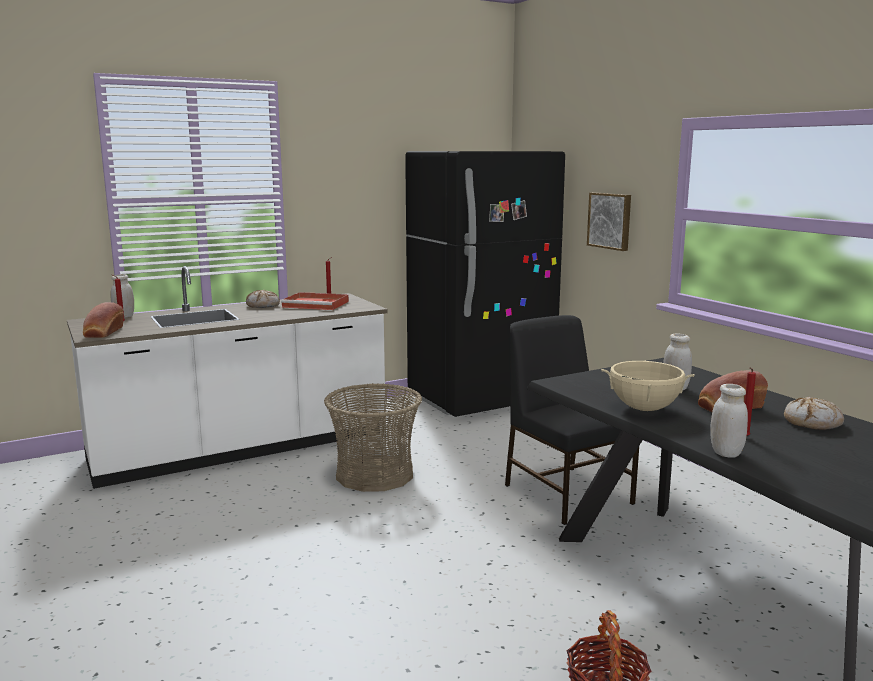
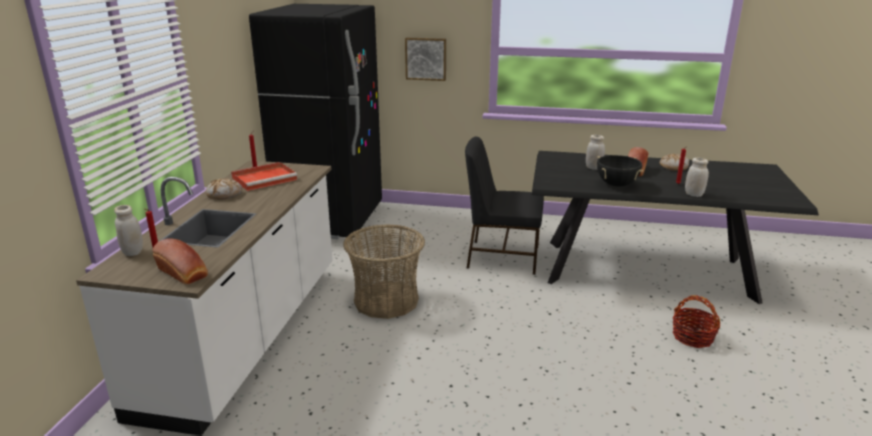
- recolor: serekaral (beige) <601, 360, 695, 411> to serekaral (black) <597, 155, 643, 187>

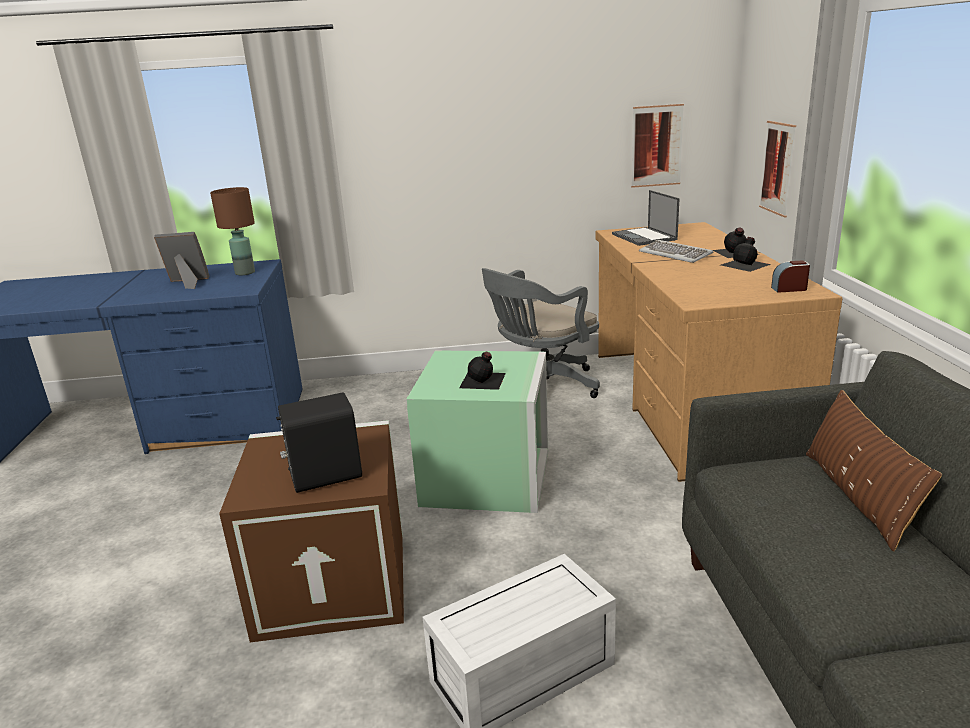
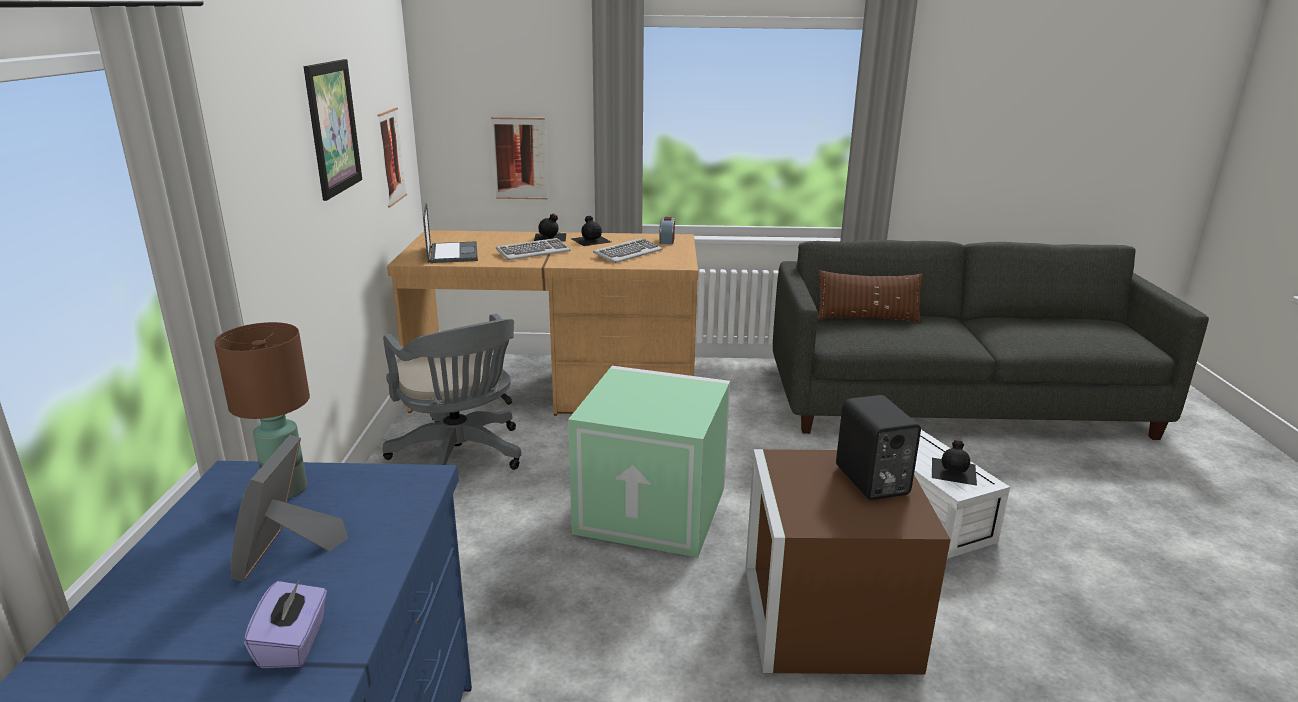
- rotate: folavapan <612, 190, 680, 246> = <423, 203, 478, 263> 90 degrees counterclockwise
- move: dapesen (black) <459, 352, 506, 390> to <932, 440, 977, 486>
- insert: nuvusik <304, 59, 362, 201>
- insert: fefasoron <593, 238, 663, 263>
- insert: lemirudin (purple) <244, 579, 327, 668>

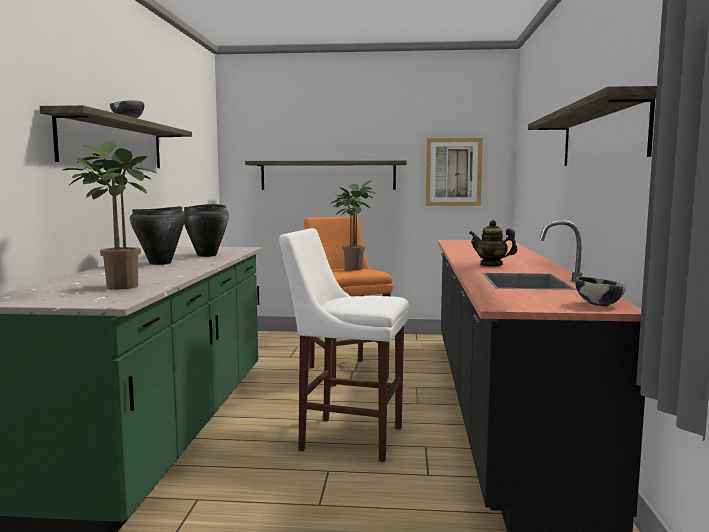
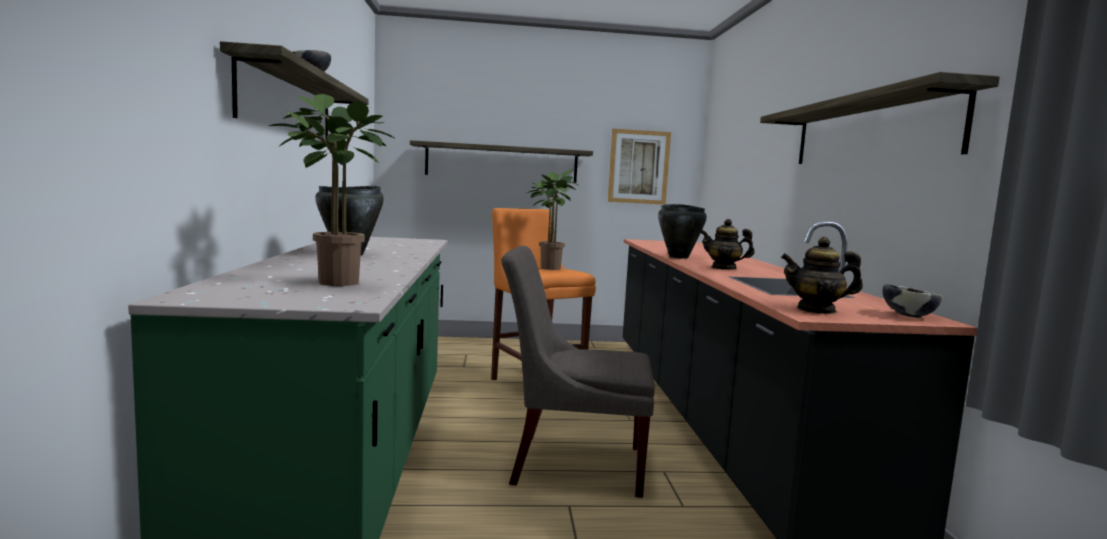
- move: serekaral (black) <184, 204, 229, 257> to <658, 204, 707, 259>
- replace: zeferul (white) <279, 228, 409, 462> to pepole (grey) <501, 246, 655, 498>
- insert: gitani <781, 237, 863, 314>

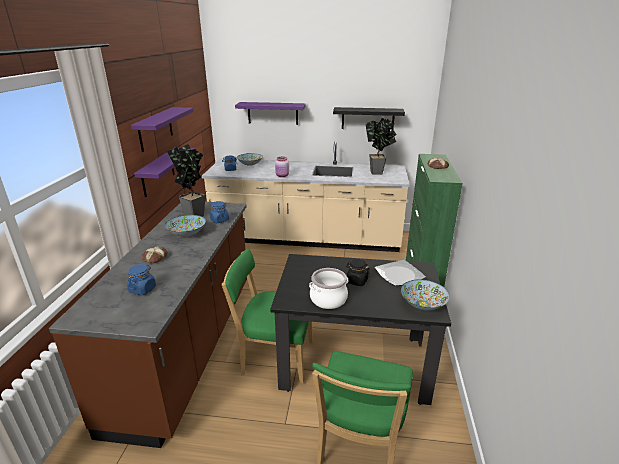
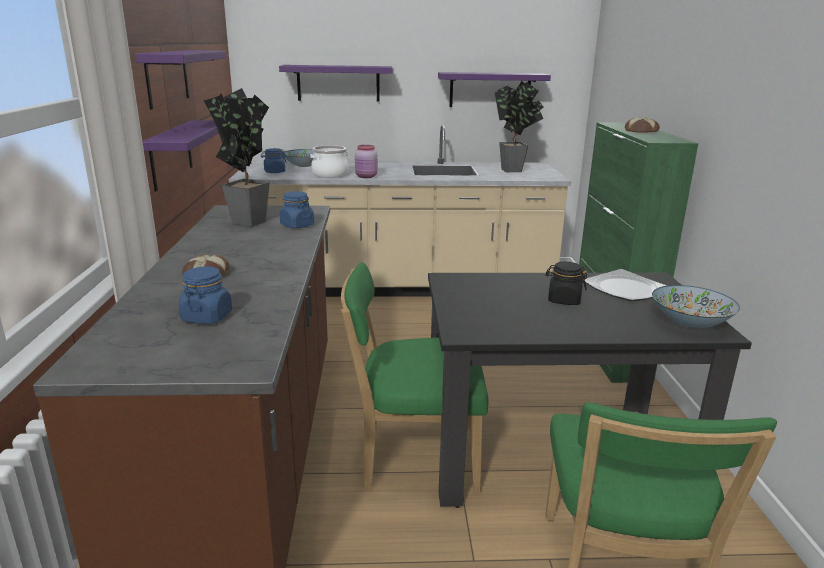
- recolor: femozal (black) <333, 107, 405, 131> to femozal (purple) <438, 72, 551, 107>
- delete: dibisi <165, 215, 206, 237>
- move: serekaral <309, 268, 348, 309> to <310, 145, 349, 178>

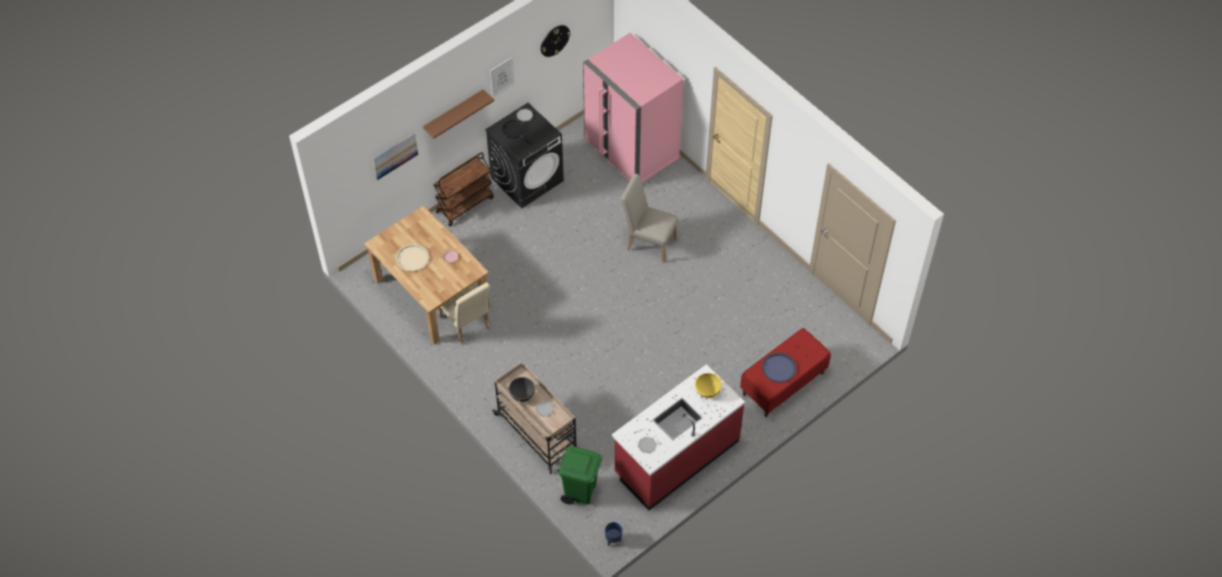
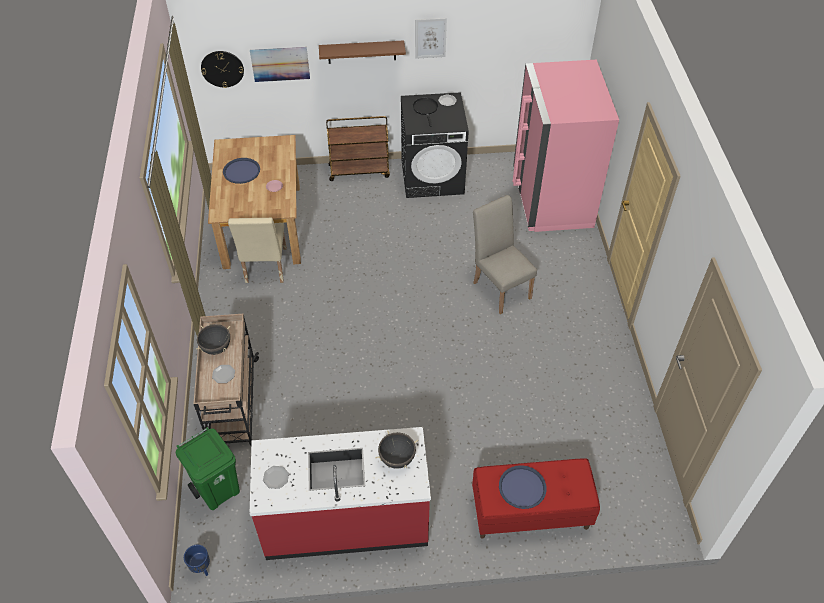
- move: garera <541, 25, 571, 57> to <201, 51, 244, 88>
- recolor: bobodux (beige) <396, 244, 429, 272> to bobodux (blue) <223, 158, 260, 184>
- recolor: serekaral (yellow) <694, 372, 723, 398> to serekaral (black) <375, 430, 418, 469>

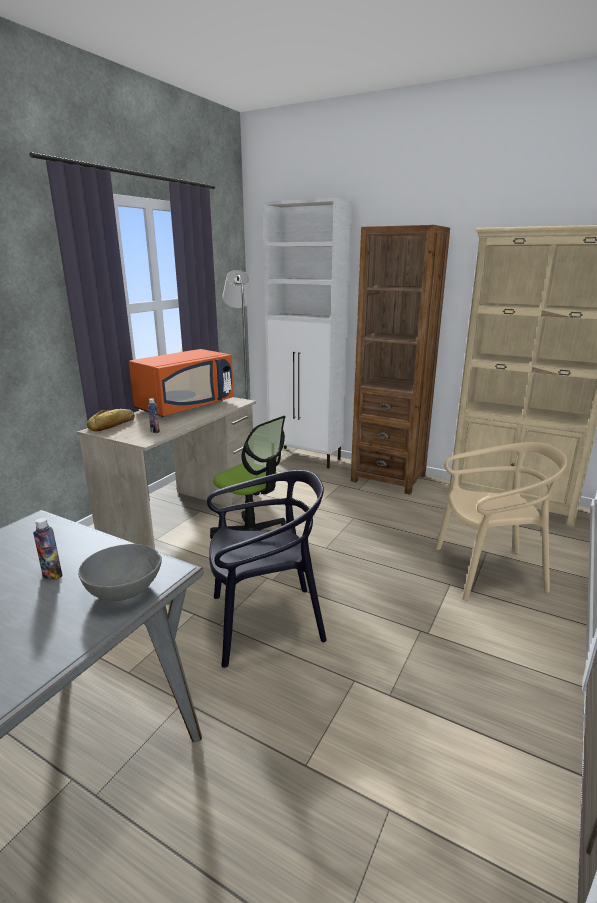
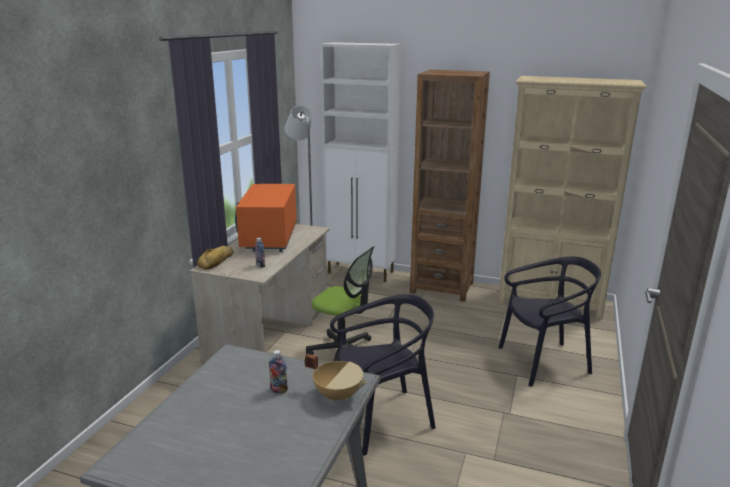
- rotate: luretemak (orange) <129, 349, 234, 417> = <235, 184, 297, 252> 150 degrees clockwise
- recolor: pepole (beige) <435, 442, 567, 600> to pepole (black) <498, 257, 601, 387>
- replace: dibisi (grey) <78, 544, 162, 601> to serekaral (beige) <305, 354, 367, 403>

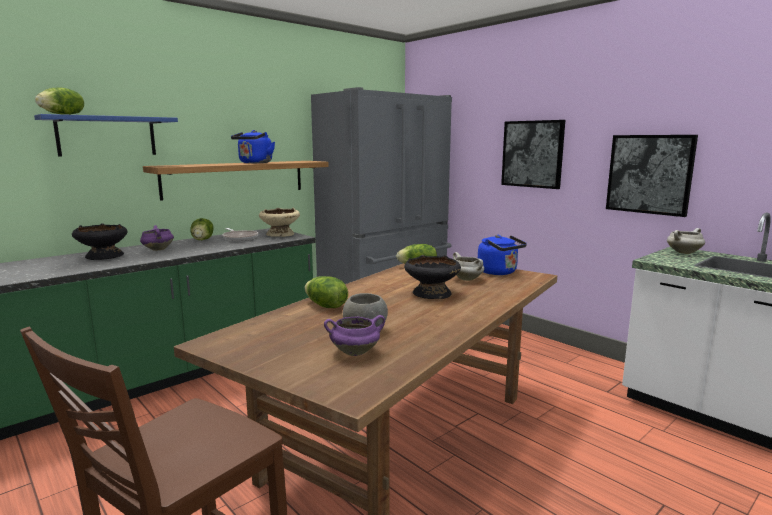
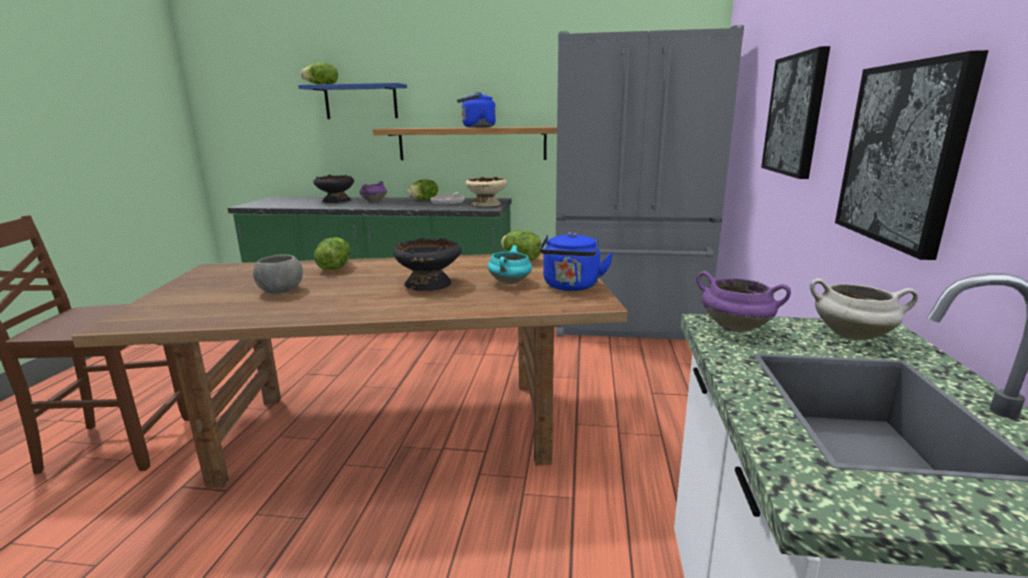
- recolor: serekaral (white) <453, 252, 484, 281> to serekaral (turquoise) <487, 245, 532, 284>
- move: serekaral (purple) <324, 315, 385, 356> to <696, 271, 791, 332>

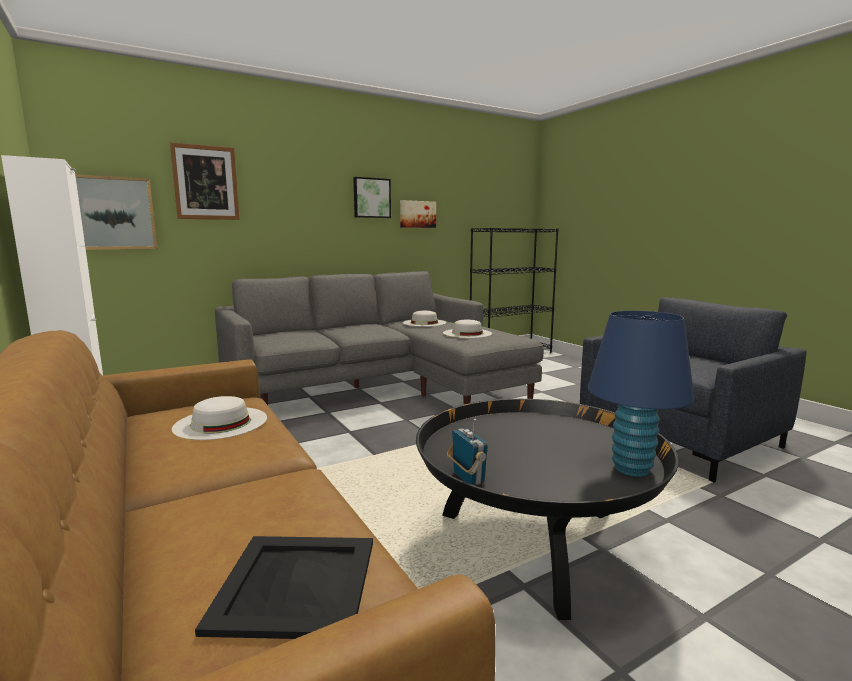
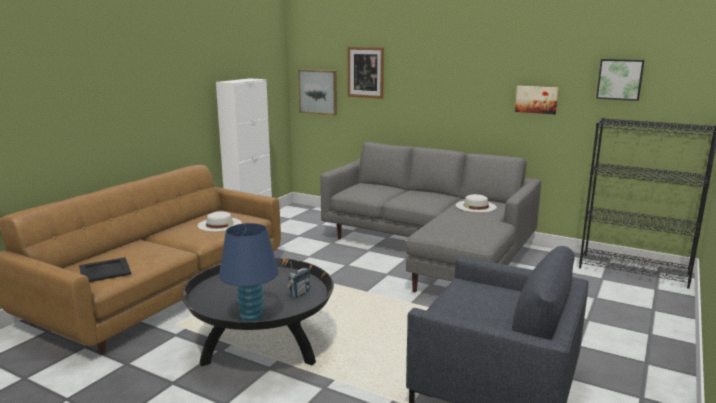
- move: nuvusik <353, 177, 391, 218> to <596, 59, 645, 101>
- delete: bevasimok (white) <443, 319, 492, 338>
- move: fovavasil <447, 419, 488, 485> to <286, 262, 310, 298>

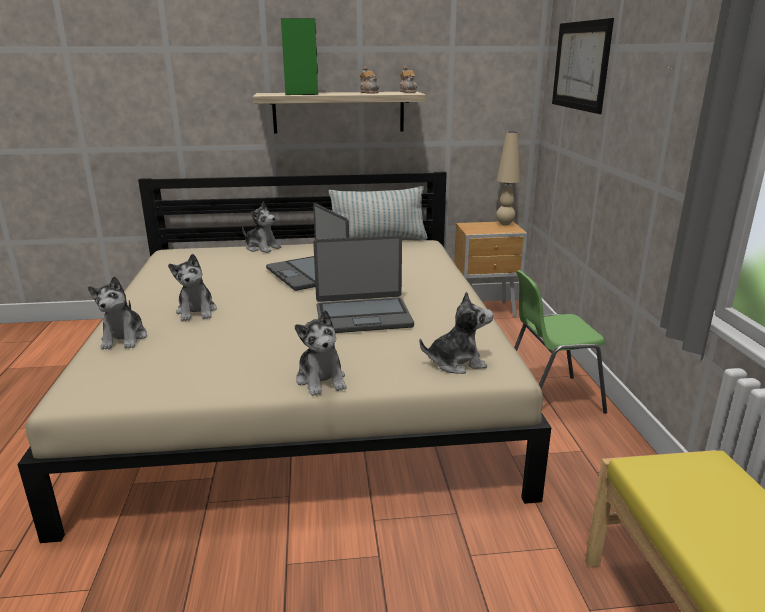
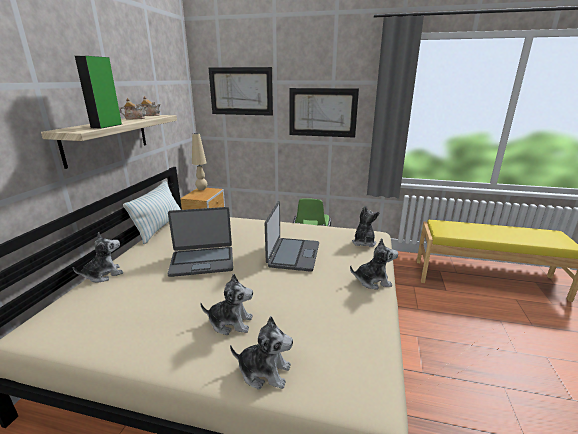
- insert: nuvusik <290, 88, 359, 138>

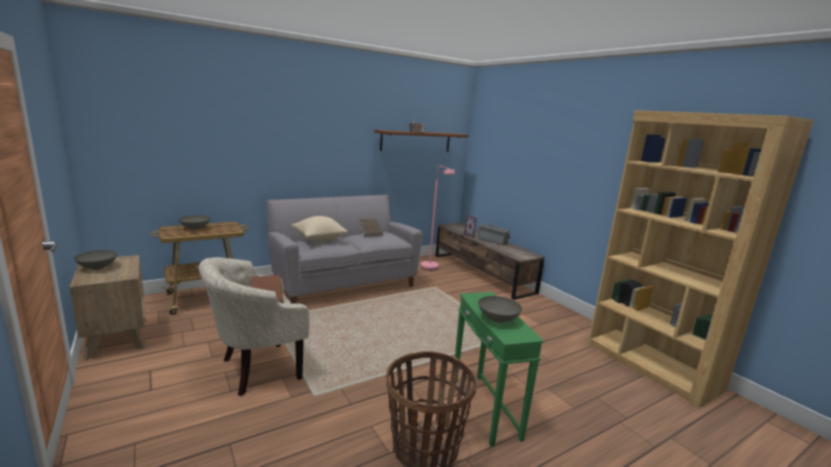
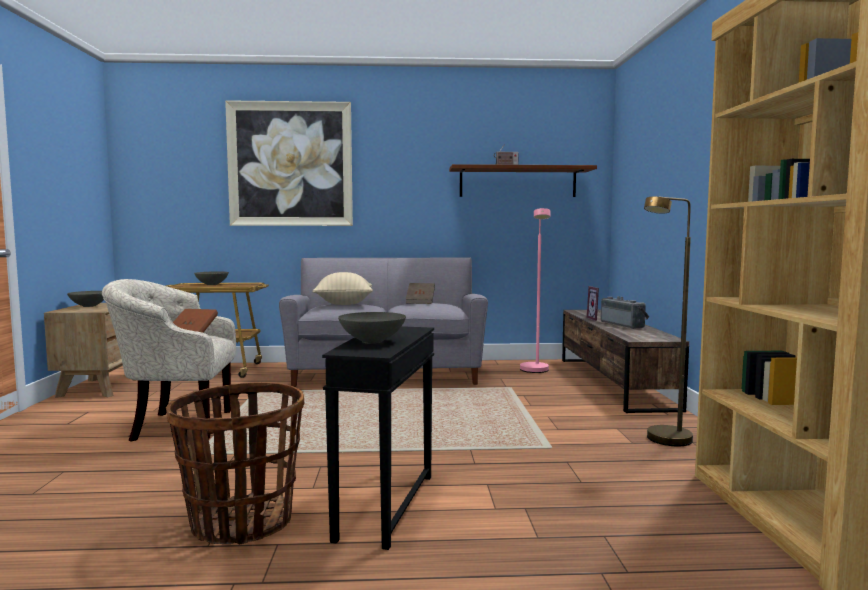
- recolor: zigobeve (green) <455, 292, 544, 447> to zigobeve (black) <322, 326, 434, 550>
- insert: nuvusik <225, 100, 353, 226>
- insert: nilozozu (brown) <644, 197, 693, 446>

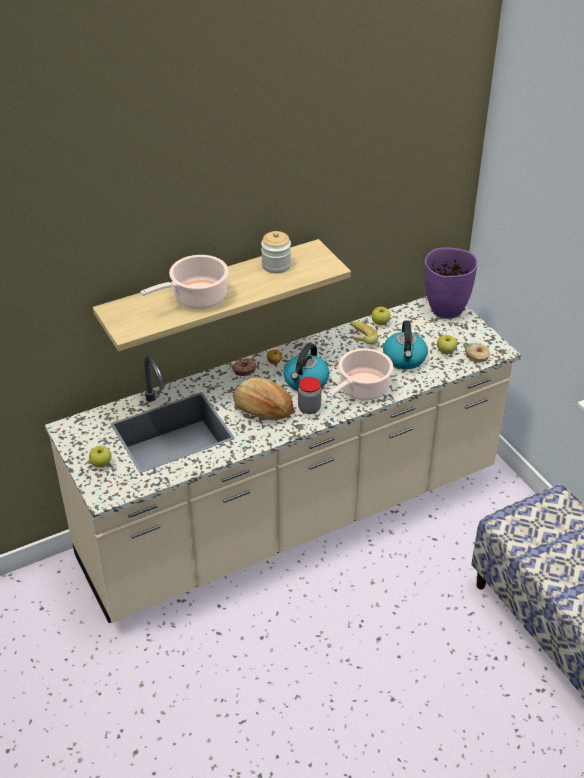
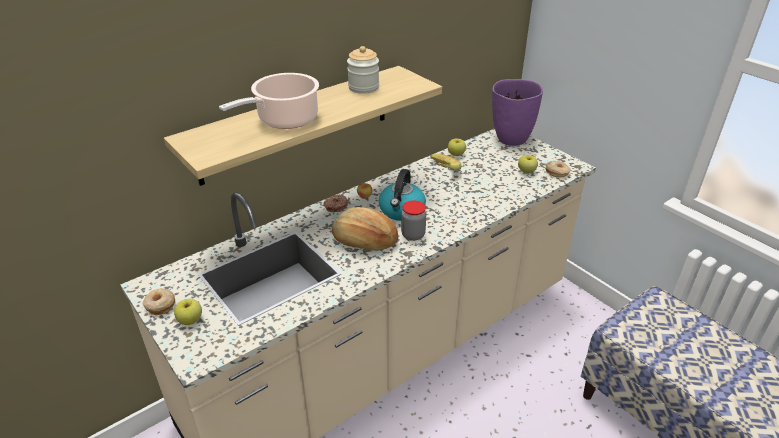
- delete: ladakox <383, 321, 428, 369>
- delete: serekaral <327, 348, 393, 401>
- insert: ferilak <142, 288, 175, 315>

